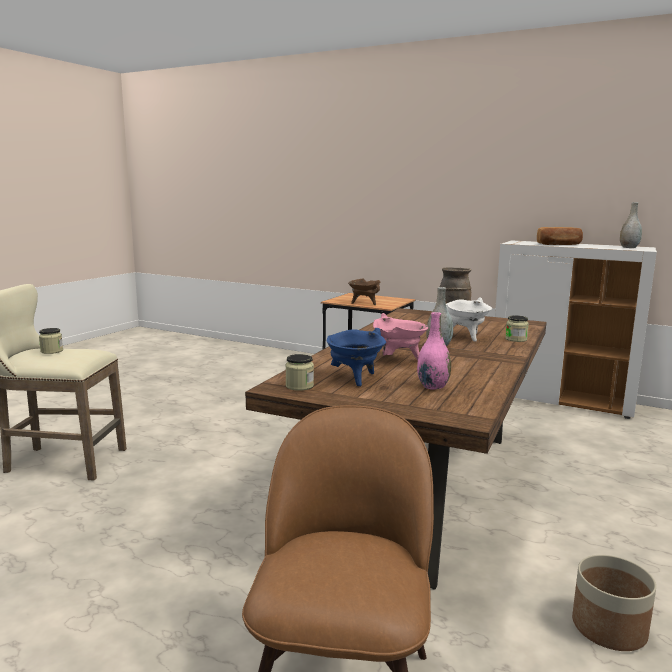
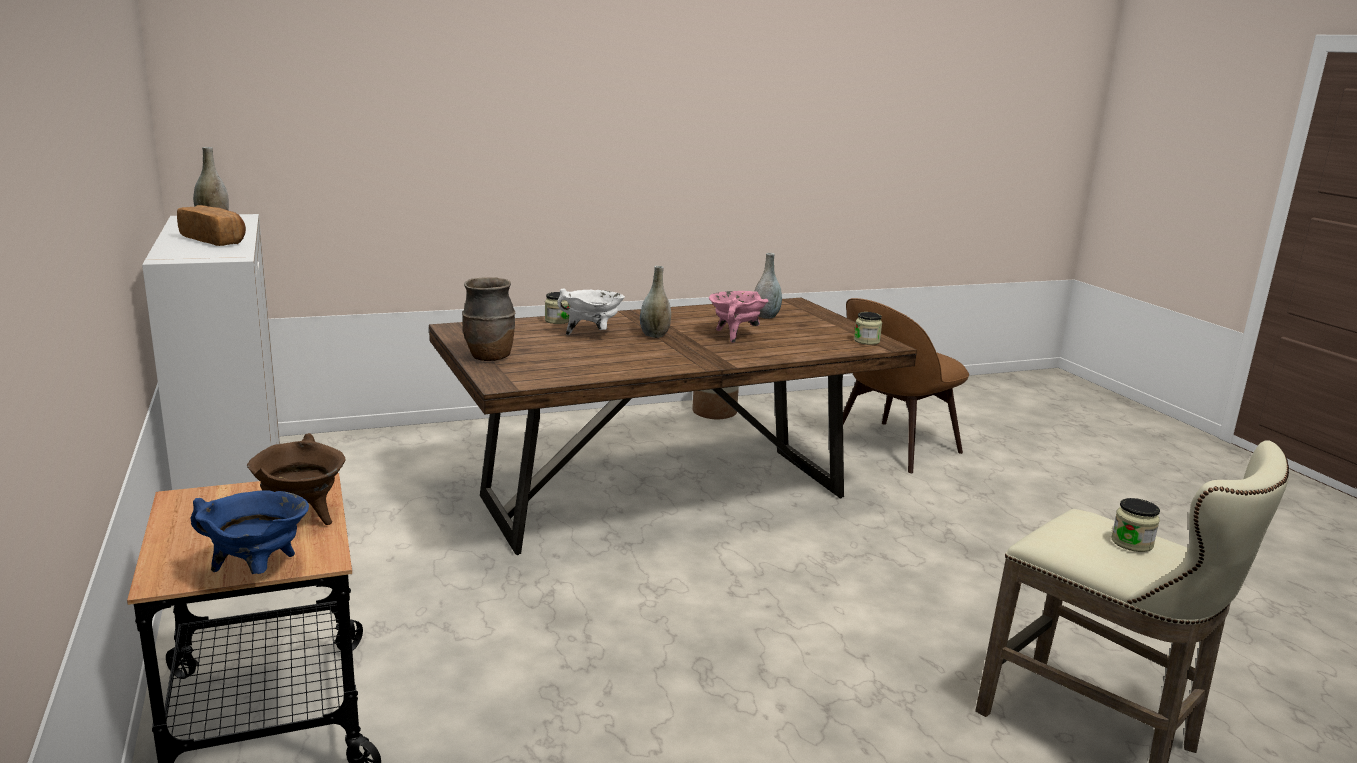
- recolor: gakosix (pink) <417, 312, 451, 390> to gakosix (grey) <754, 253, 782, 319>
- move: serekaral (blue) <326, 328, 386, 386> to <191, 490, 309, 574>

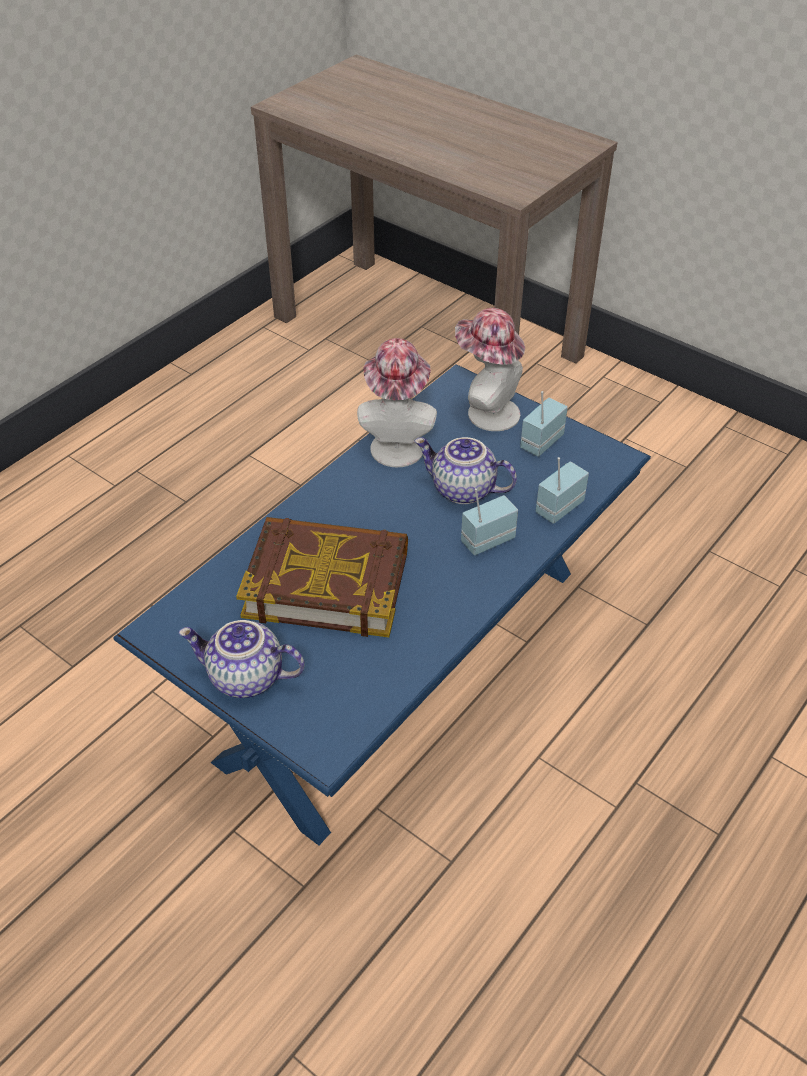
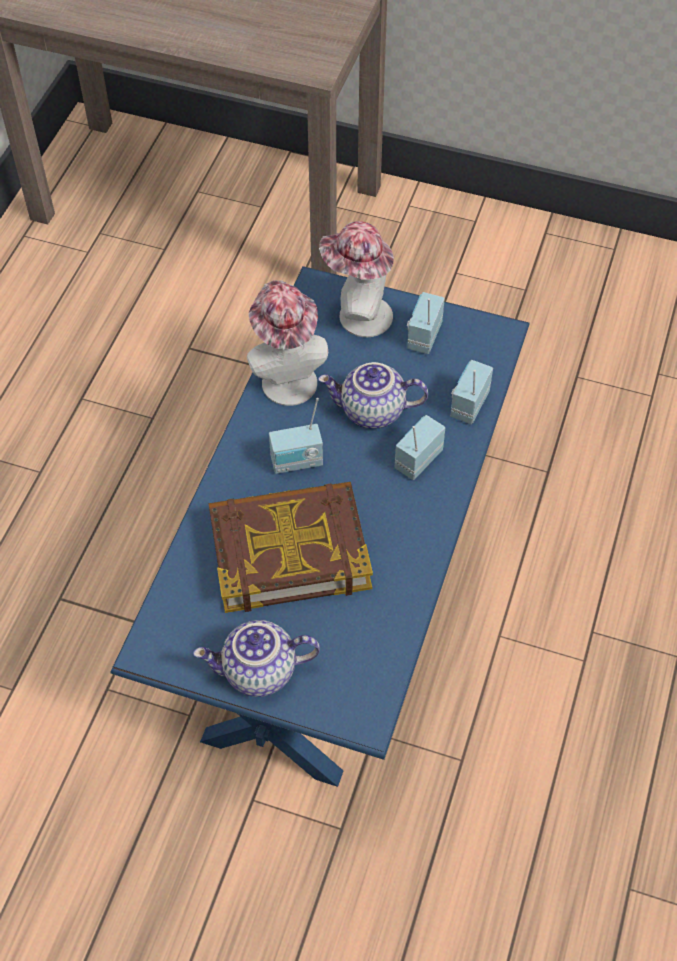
- insert: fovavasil <269, 398, 323, 474>

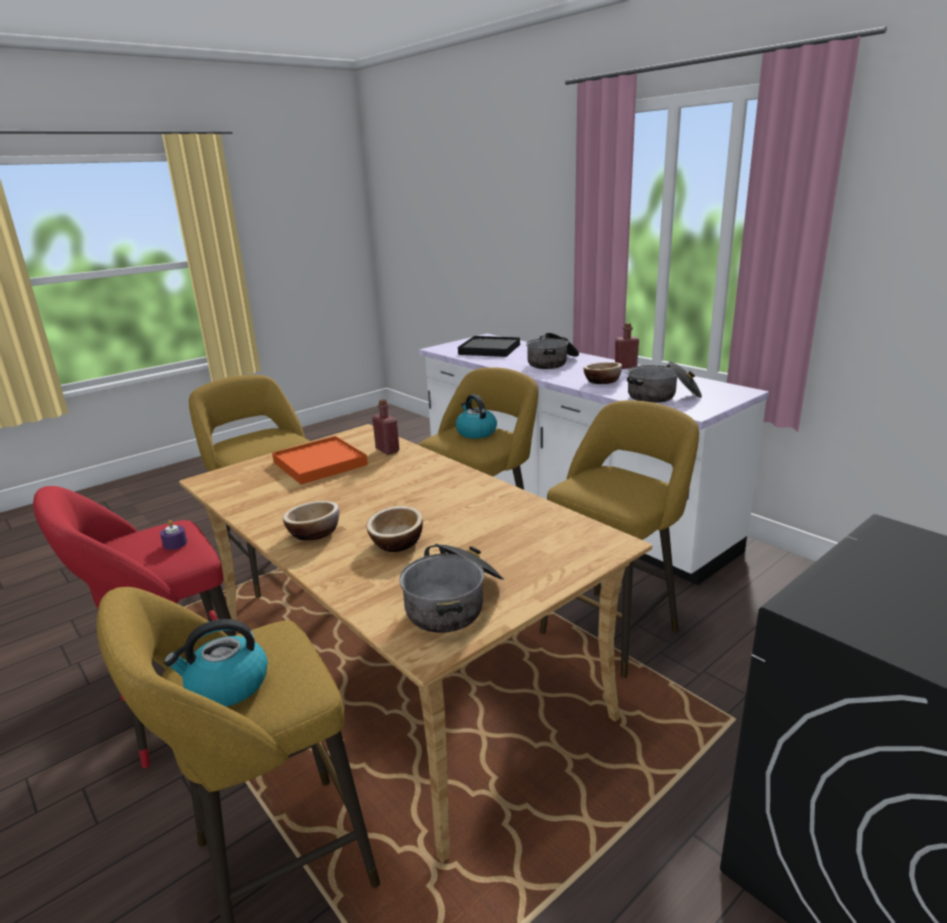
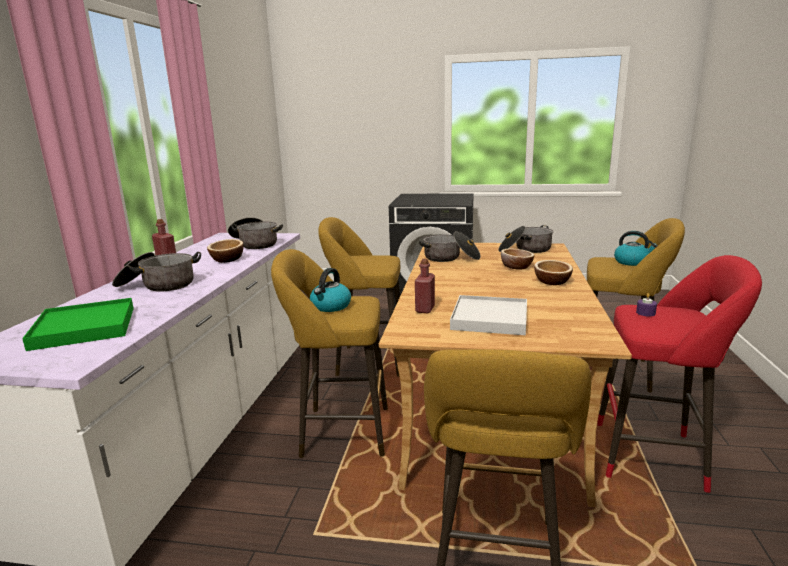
- recolor: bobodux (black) <458, 336, 520, 357> to bobodux (green) <22, 298, 134, 351>
- recolor: bobodux (orange) <272, 436, 368, 485> to bobodux (white) <450, 295, 527, 335>
- insert: serekaral <419, 231, 481, 262>

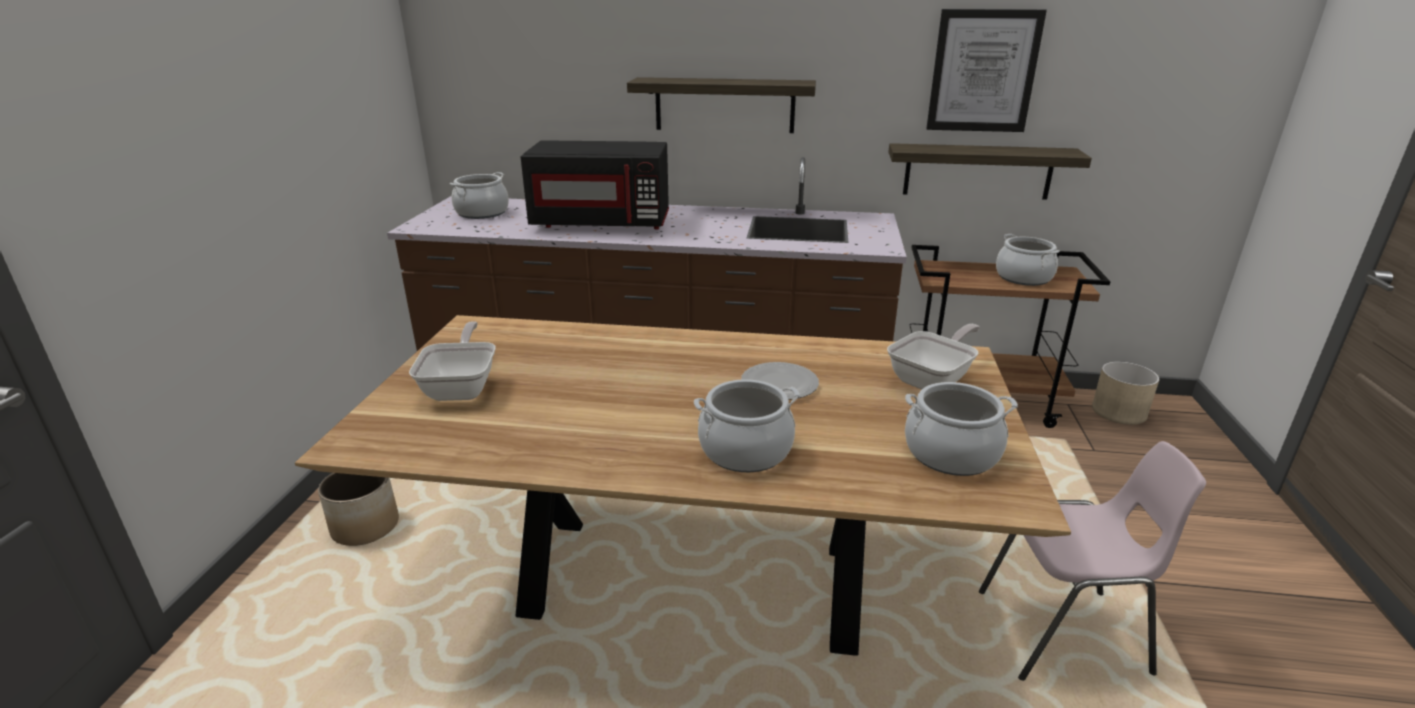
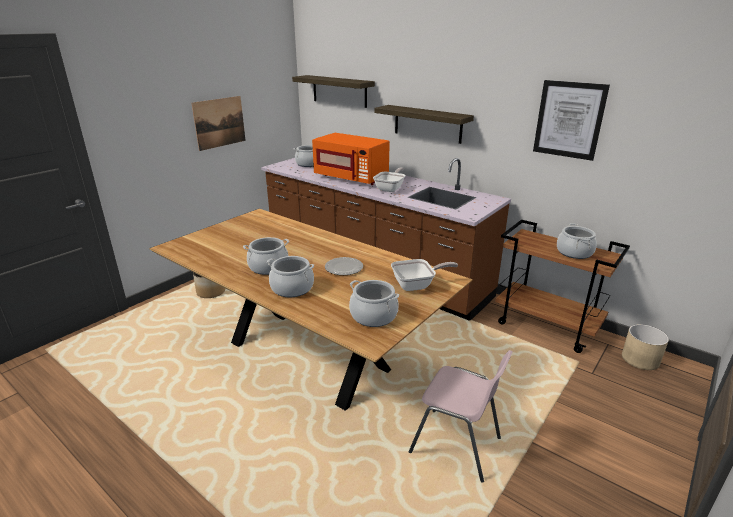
- recolor: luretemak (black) <520, 140, 669, 230> to luretemak (orange) <312, 133, 390, 185>
- move: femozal <888, 143, 1092, 200> to <292, 75, 375, 108>
- move: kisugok <409, 321, 496, 401> to <373, 167, 406, 192>
- insert: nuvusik <191, 96, 246, 151>
- insert: serekaral <243, 237, 289, 275>

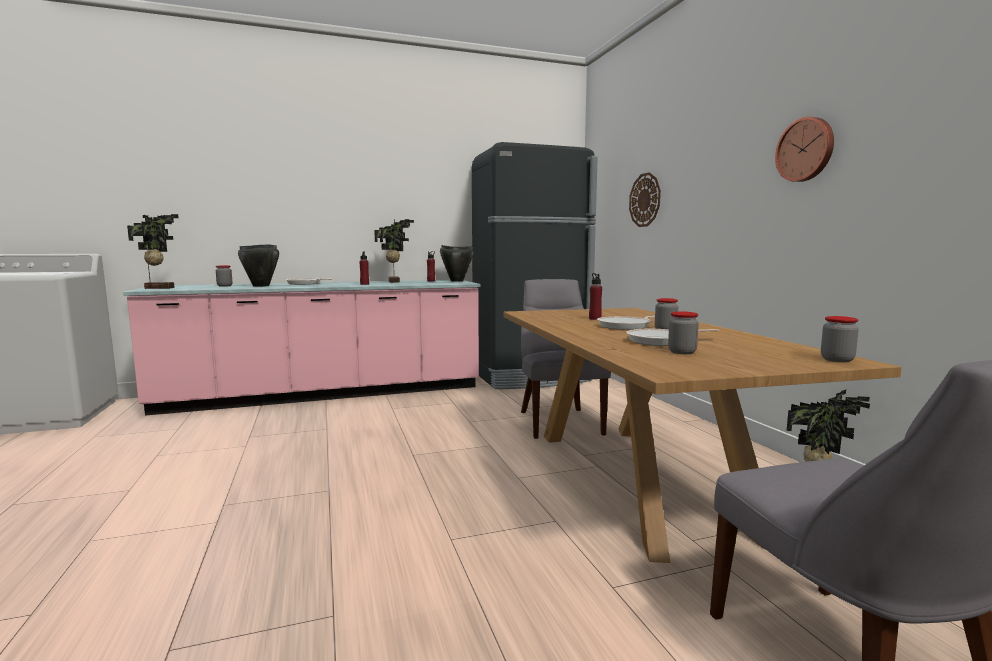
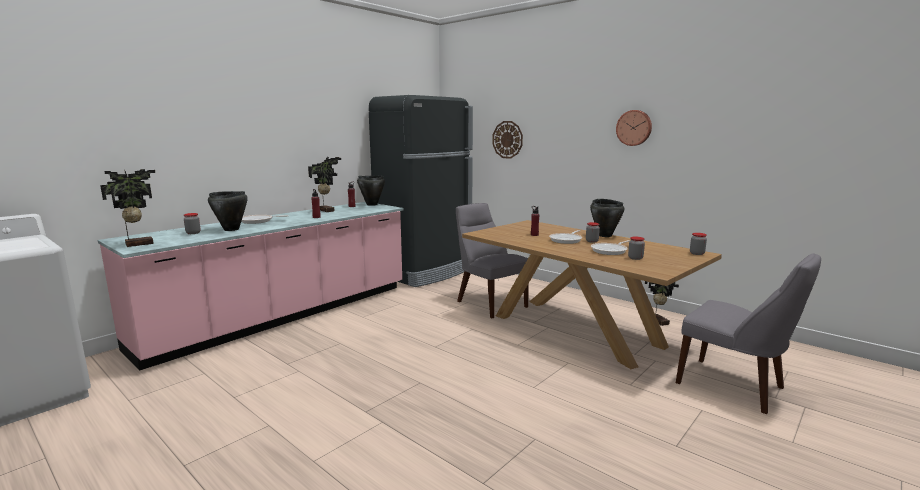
- insert: serekaral (black) <590, 199, 624, 237>

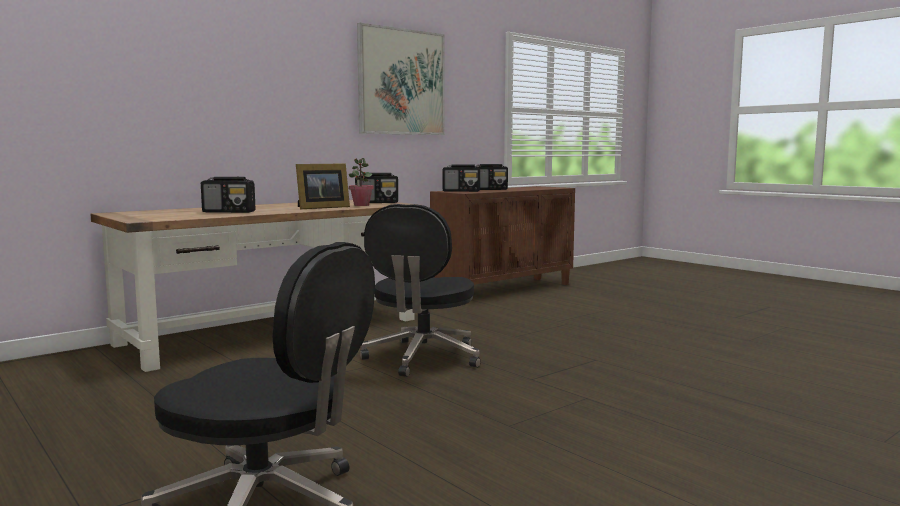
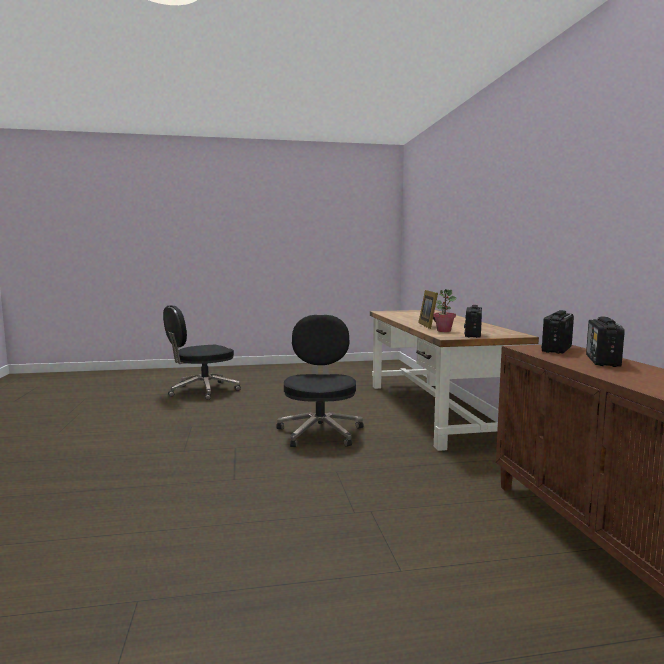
- delete: nuvusik <357, 23, 445, 135>
- delete: fovavasil <201, 177, 255, 213>
- rotate: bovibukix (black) <360, 204, 481, 377> = <276, 315, 364, 447> 45 degrees clockwise

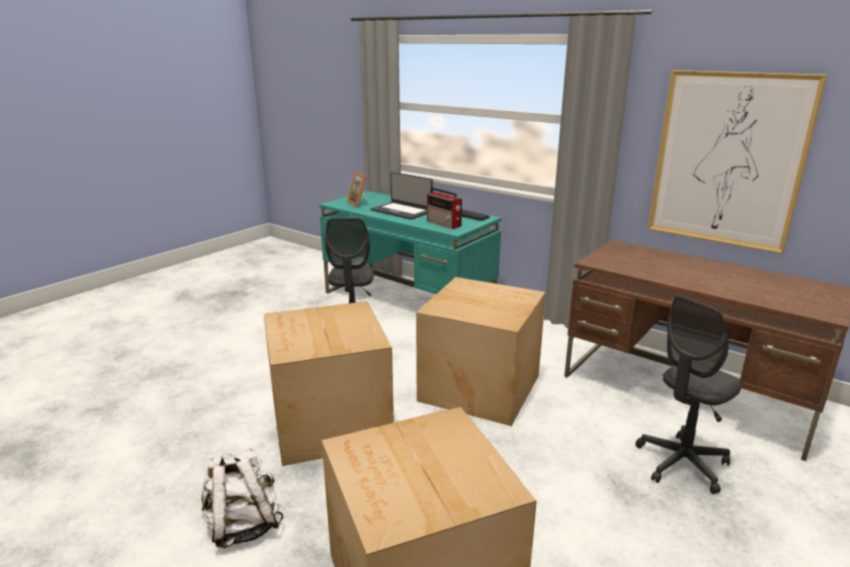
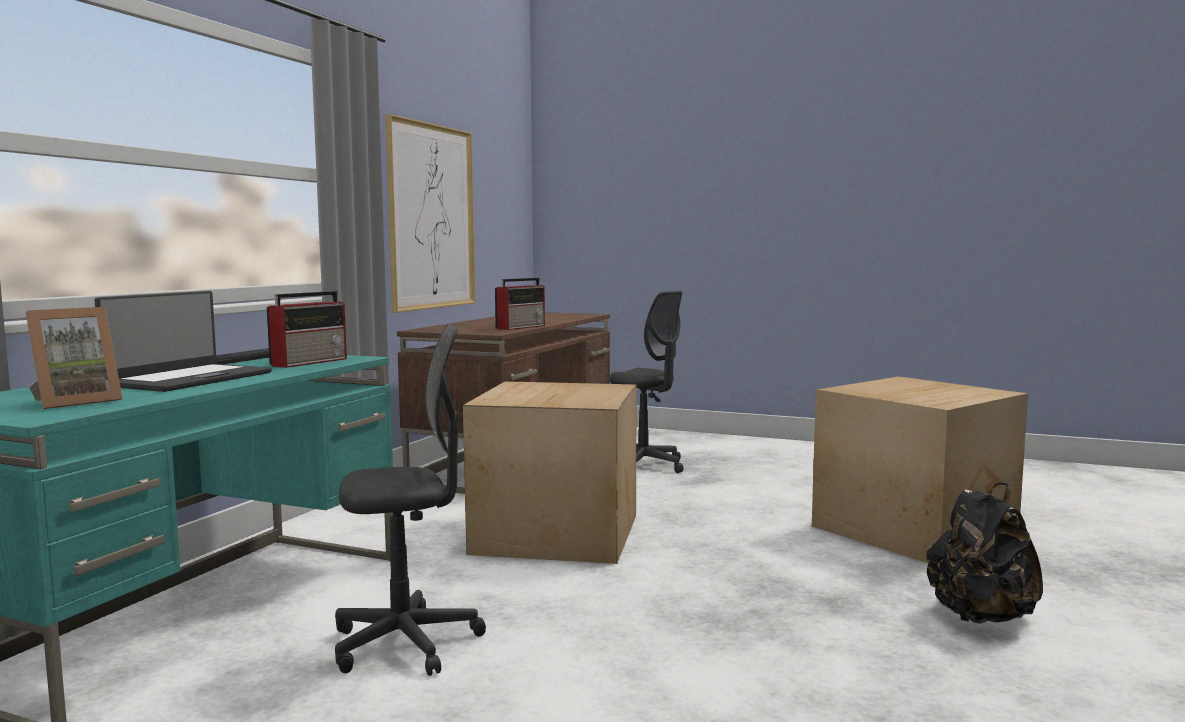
- delete: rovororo <264, 301, 394, 466>
- recolor: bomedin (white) <201, 448, 284, 548> to bomedin (black) <926, 483, 1043, 624>
- insert: fovavasil <495, 278, 545, 330>

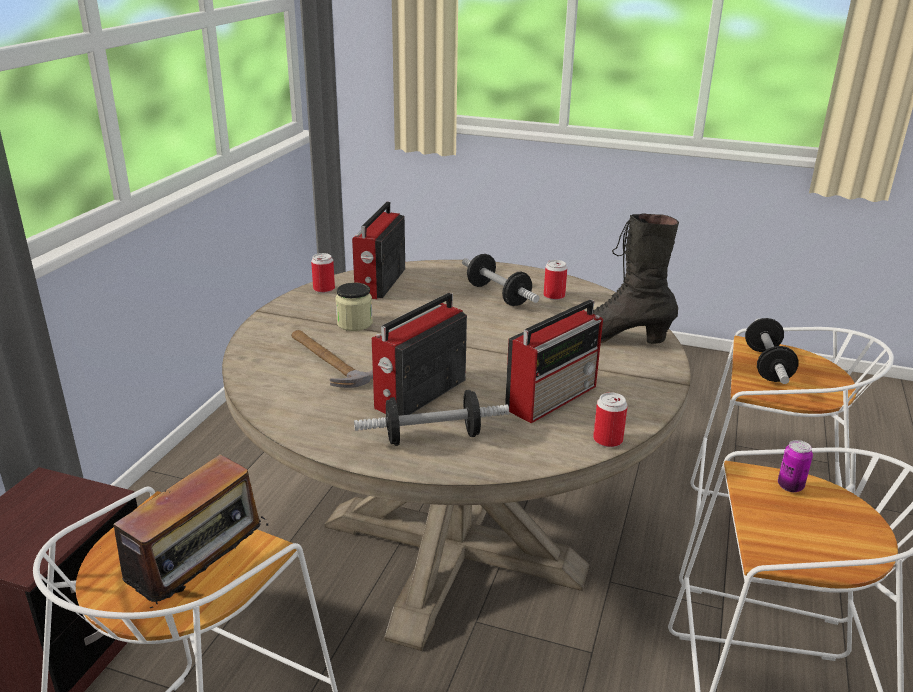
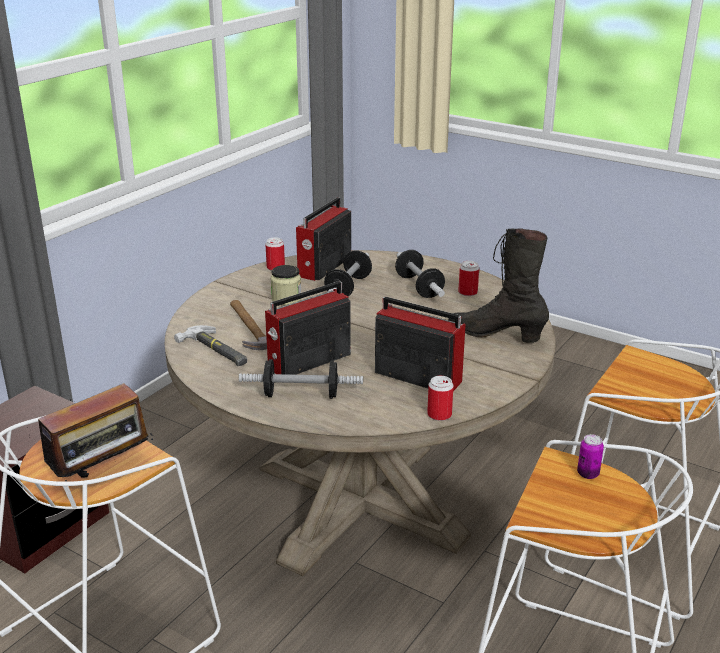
- rotate: fovavasil <505, 300, 603, 423> = <375, 297, 466, 391> 120 degrees counterclockwise
- move: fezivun <745, 318, 799, 384> to <324, 250, 372, 296>
- insert: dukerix <174, 325, 247, 366>

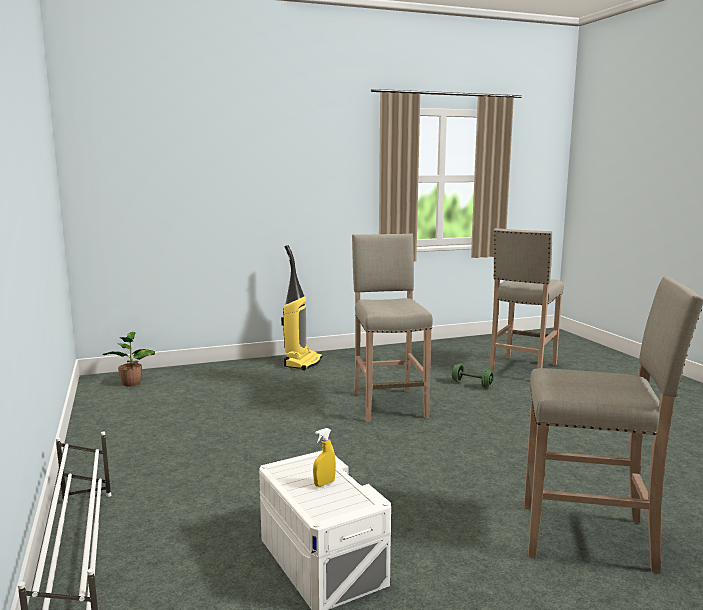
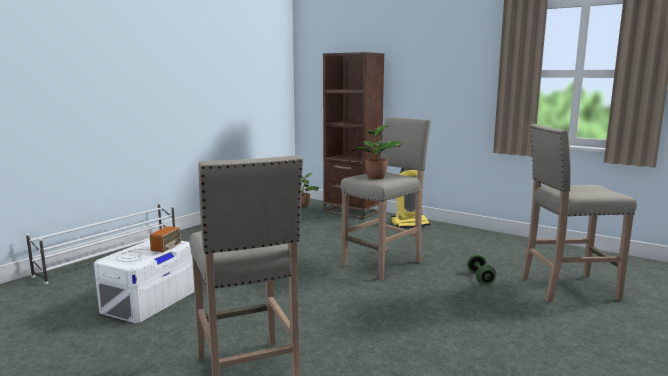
- replace: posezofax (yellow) <313, 428, 336, 487> to fovavasil <116, 226, 181, 262>
- insert: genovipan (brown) <323, 52, 384, 219>
- insert: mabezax <351, 125, 402, 179>

